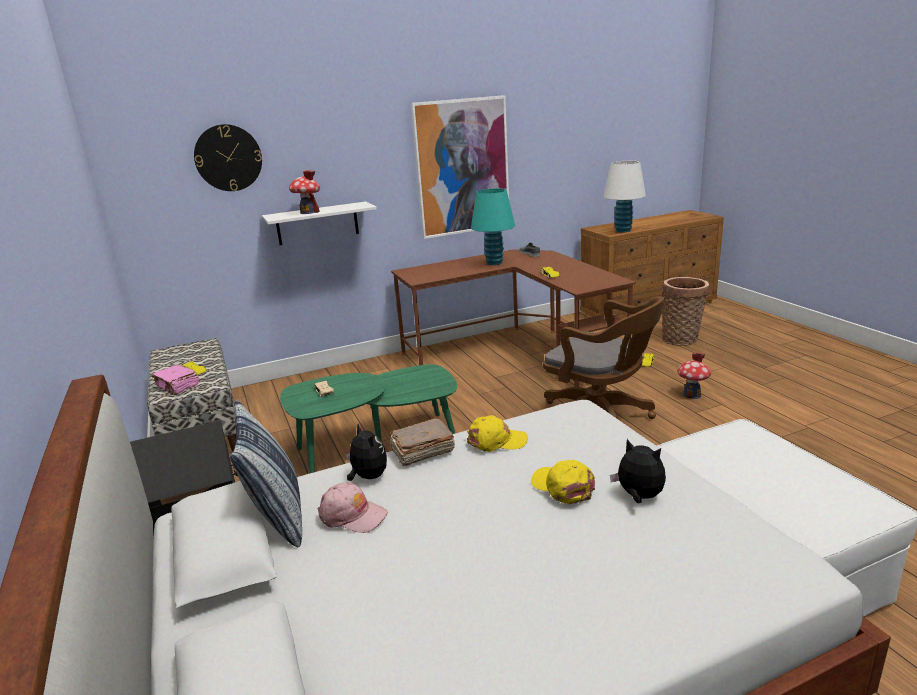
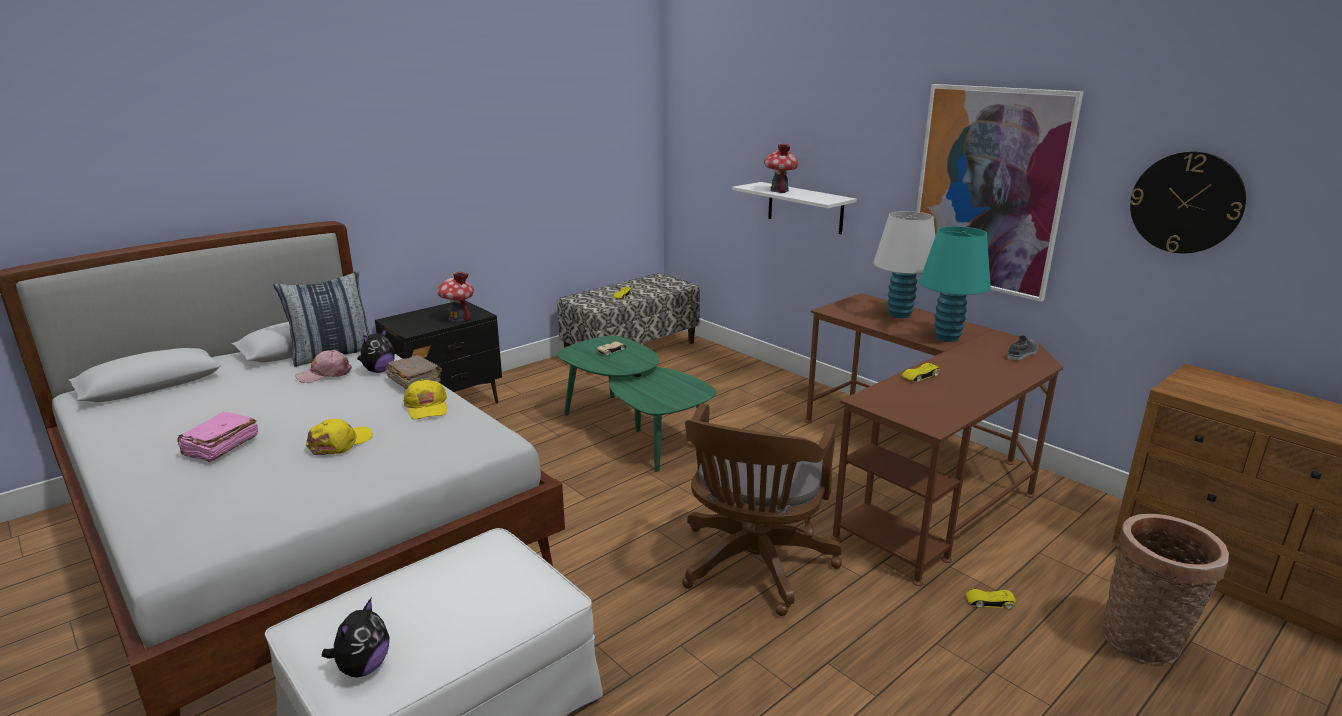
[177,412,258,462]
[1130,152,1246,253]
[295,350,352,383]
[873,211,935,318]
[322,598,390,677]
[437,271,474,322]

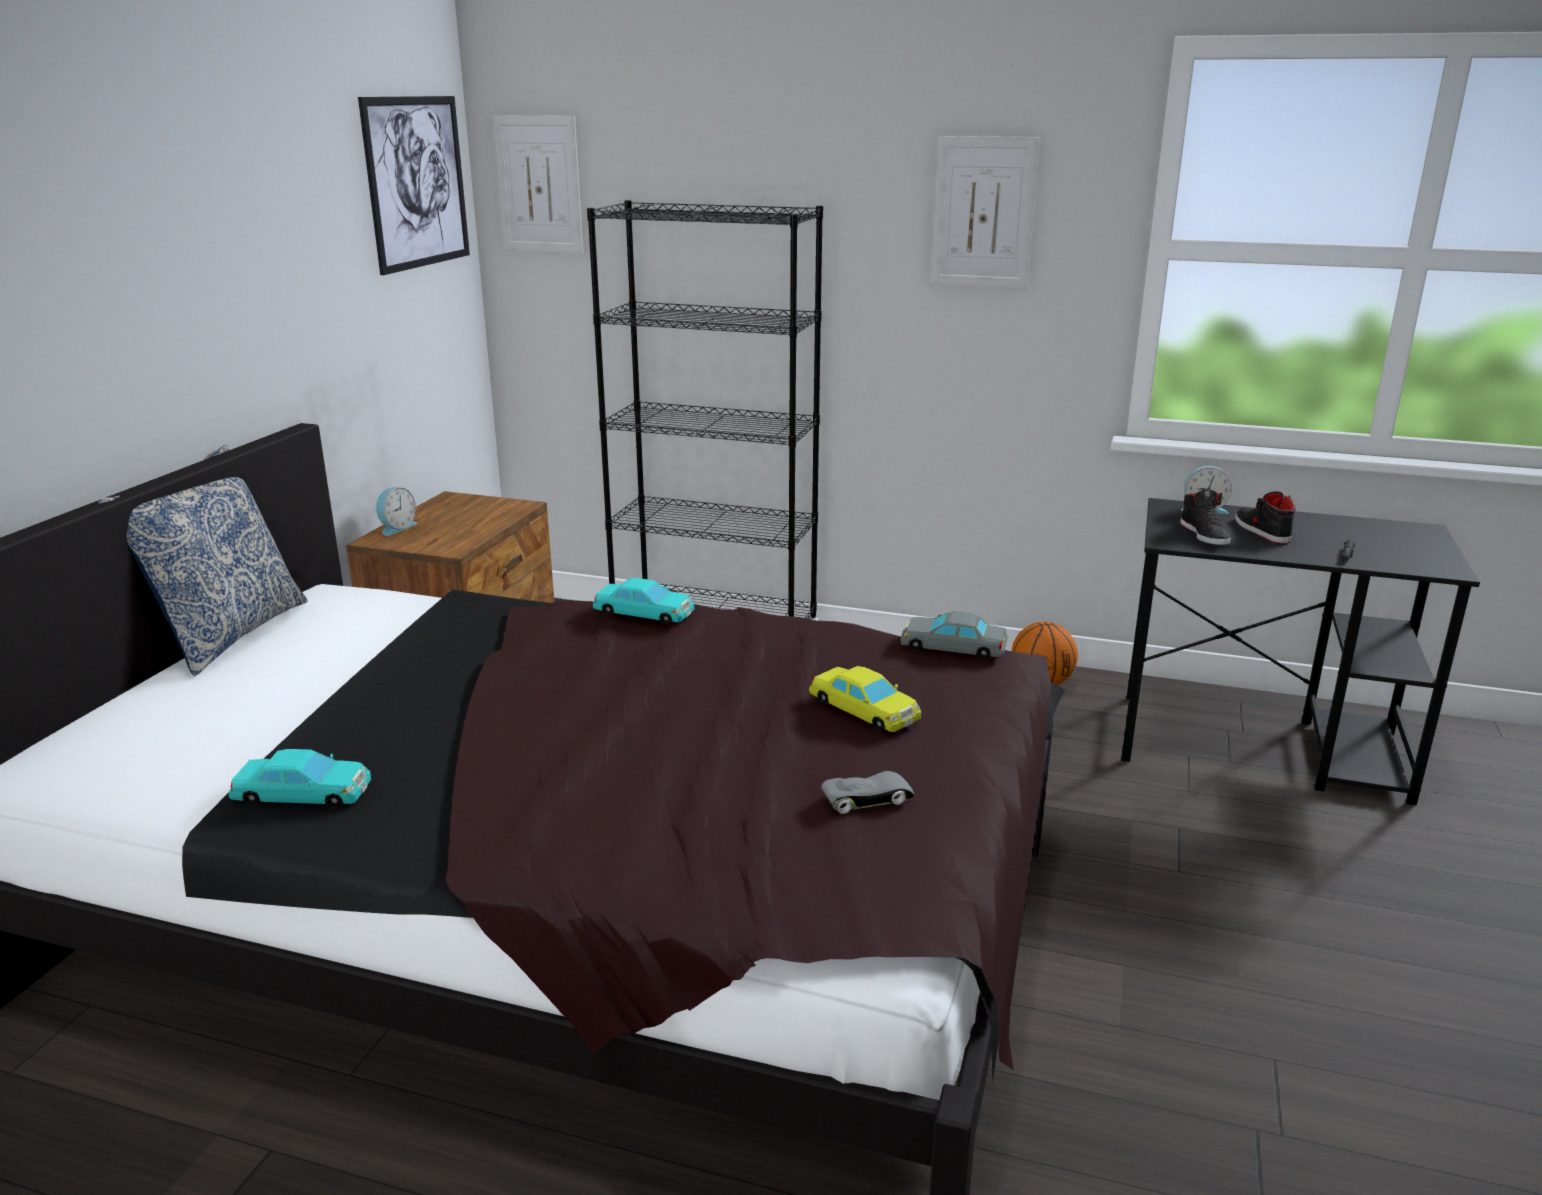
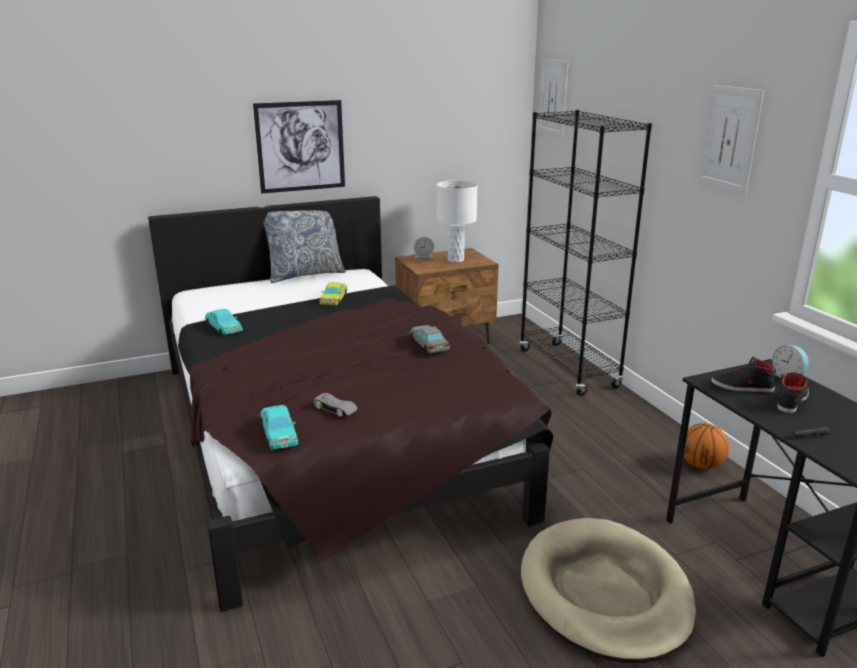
[253,100,345,193]
[260,405,298,449]
[320,283,348,305]
[410,325,450,353]
[711,357,776,393]
[437,180,477,262]
[521,518,696,663]

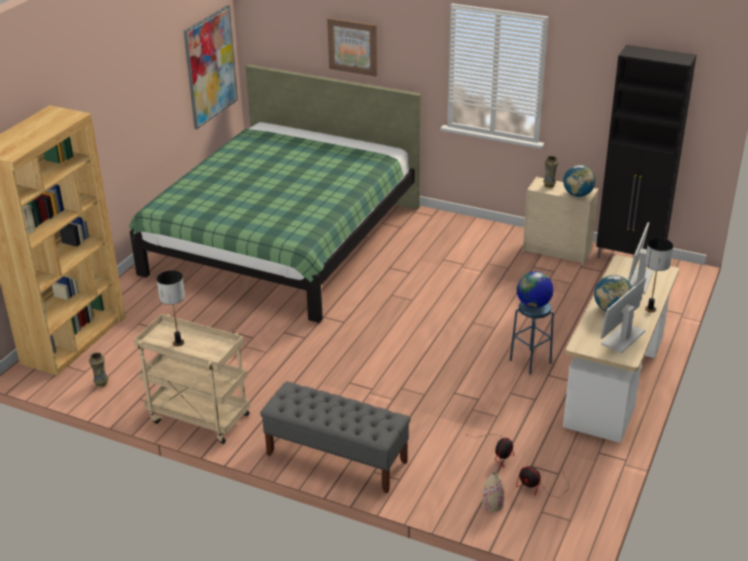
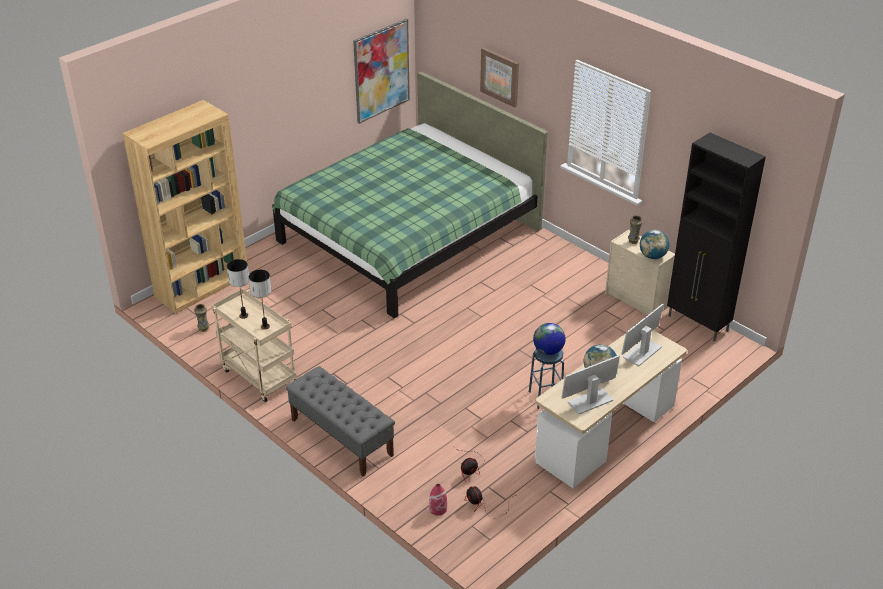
[429,484,447,515]
[249,270,271,330]

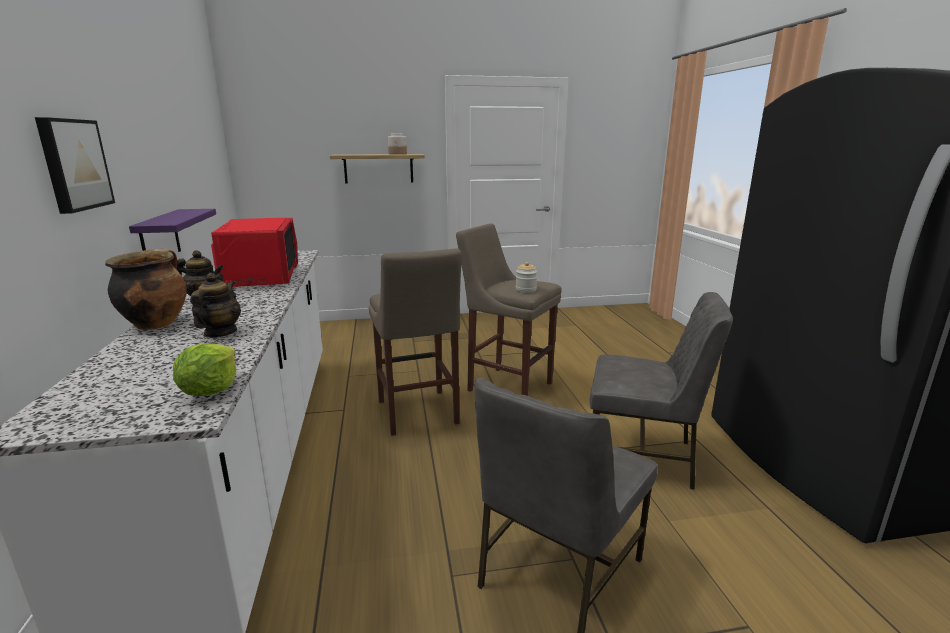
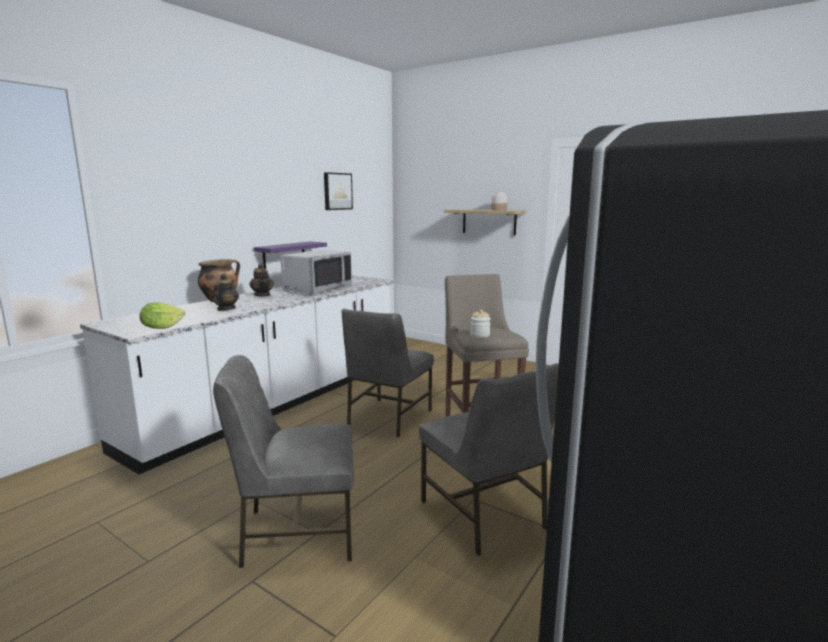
[324,172,353,210]
[212,273,239,311]
[280,250,352,294]
[342,309,434,437]

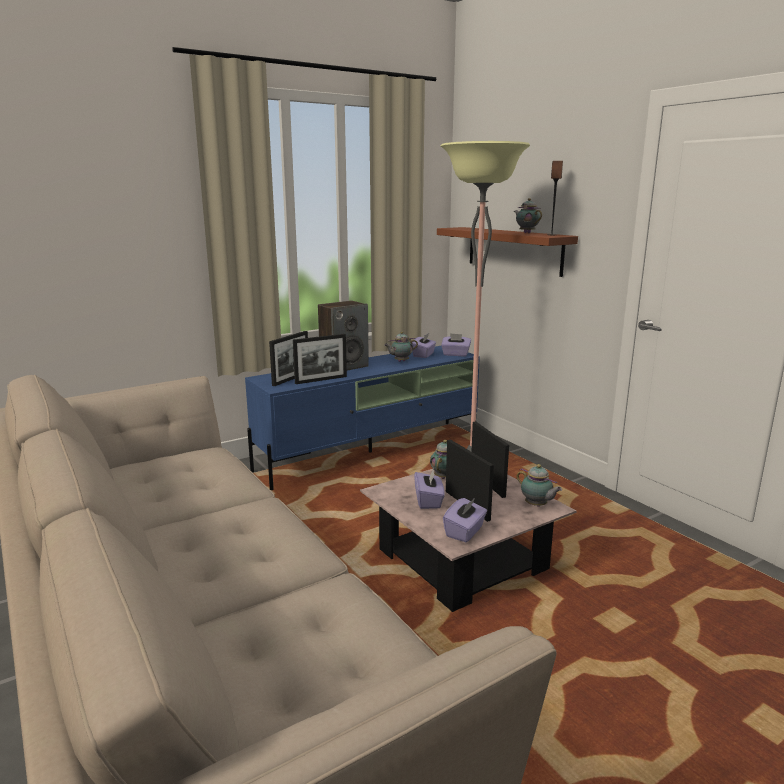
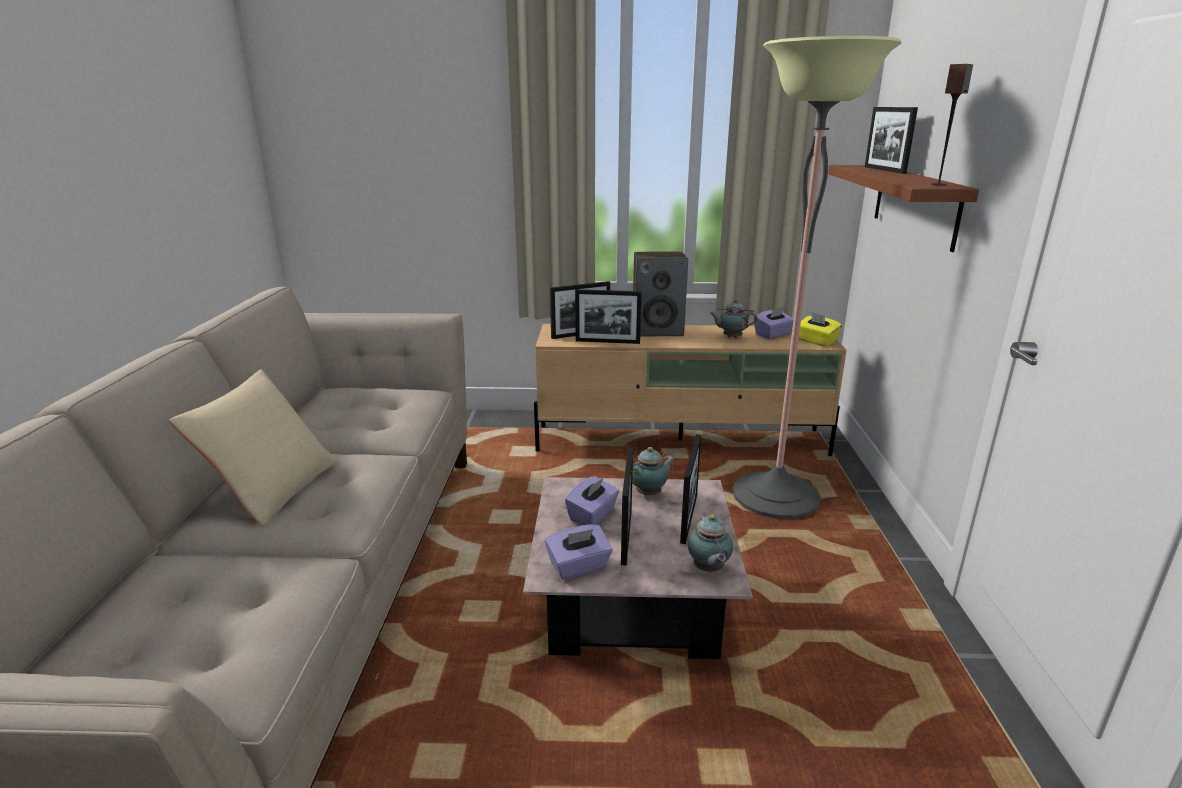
[534,324,847,456]
[799,312,842,347]
[514,198,542,233] (first image)
[169,370,338,527]
[865,107,918,174]

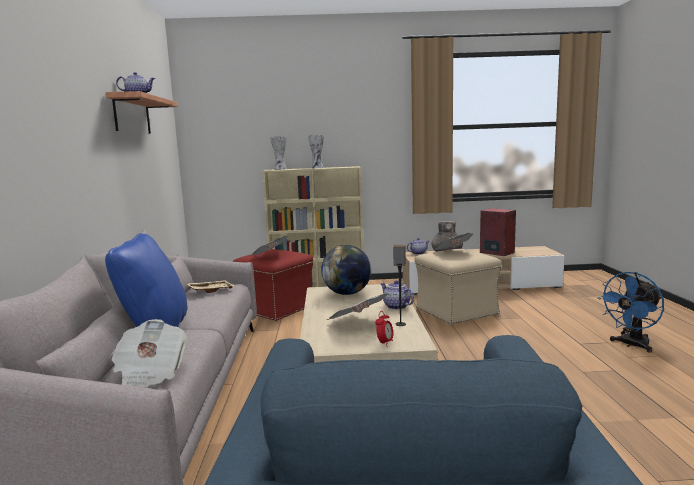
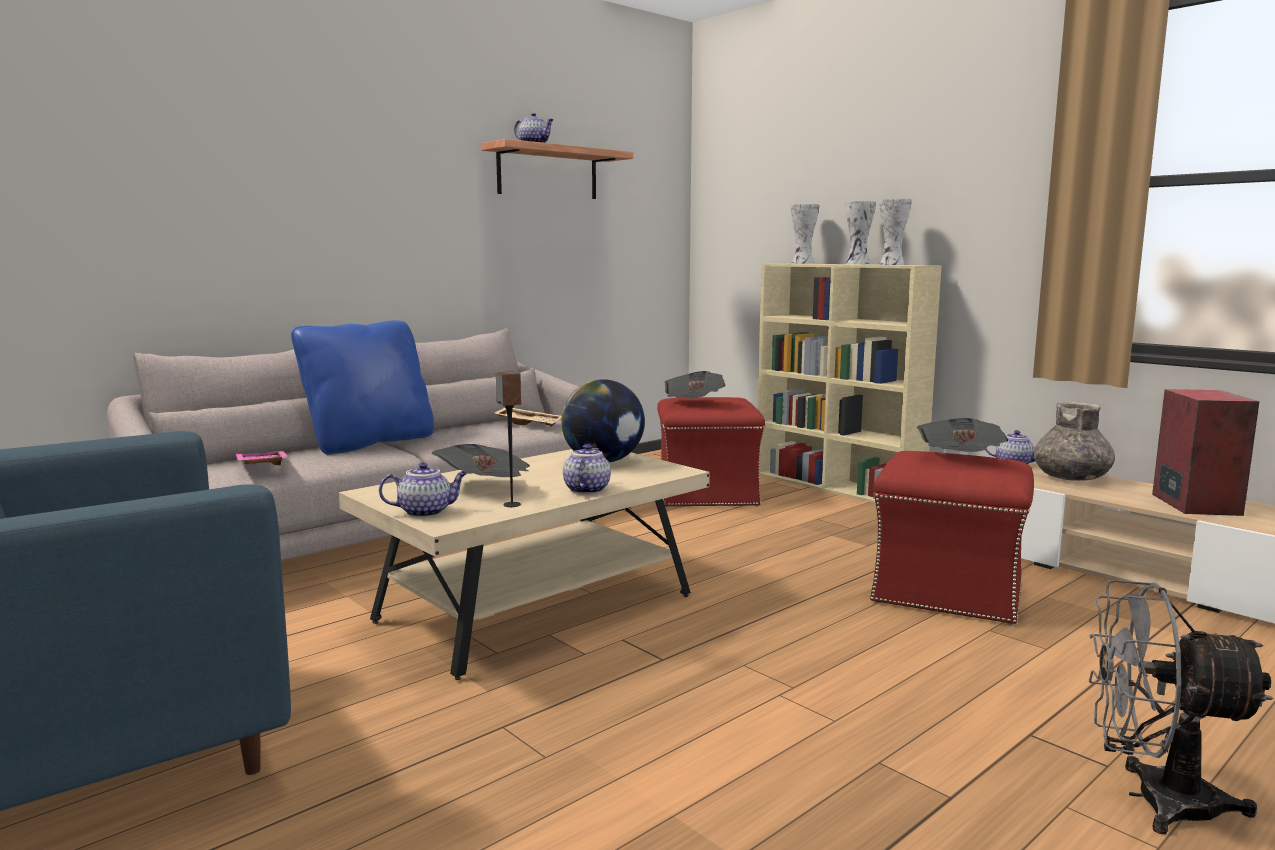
[236,451,288,466]
[379,462,467,517]
[870,451,1034,625]
[1089,580,1274,834]
[879,199,912,265]

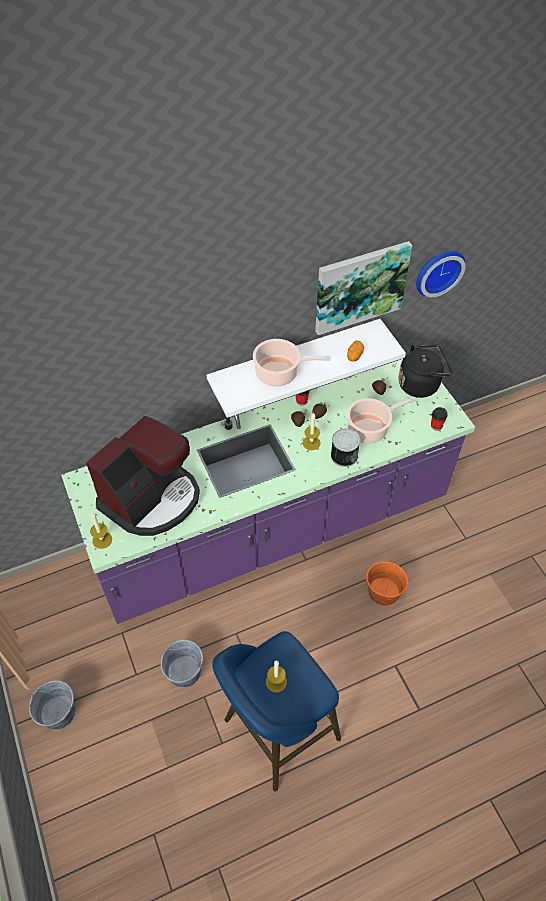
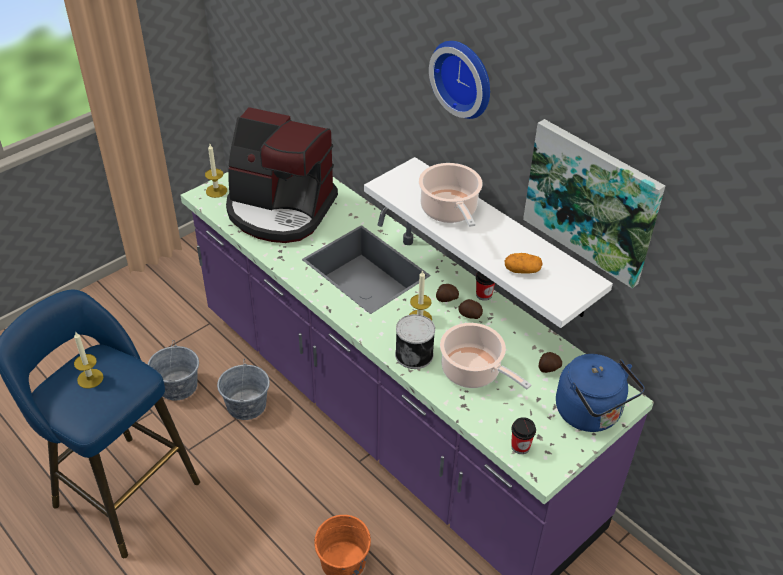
[217,362,270,420]
[556,354,645,432]
[429,41,490,119]

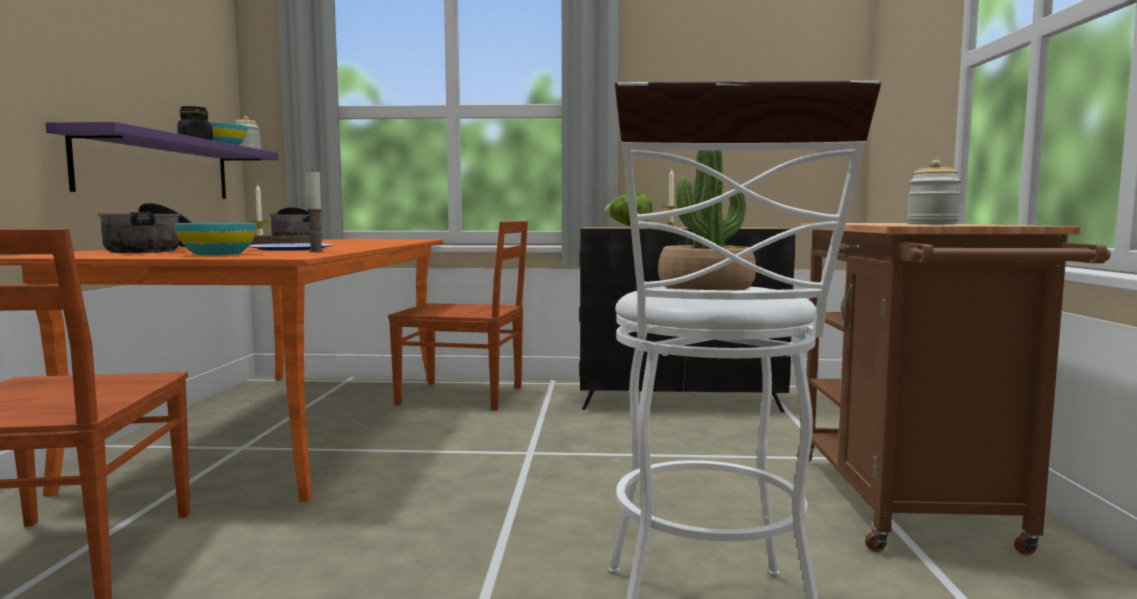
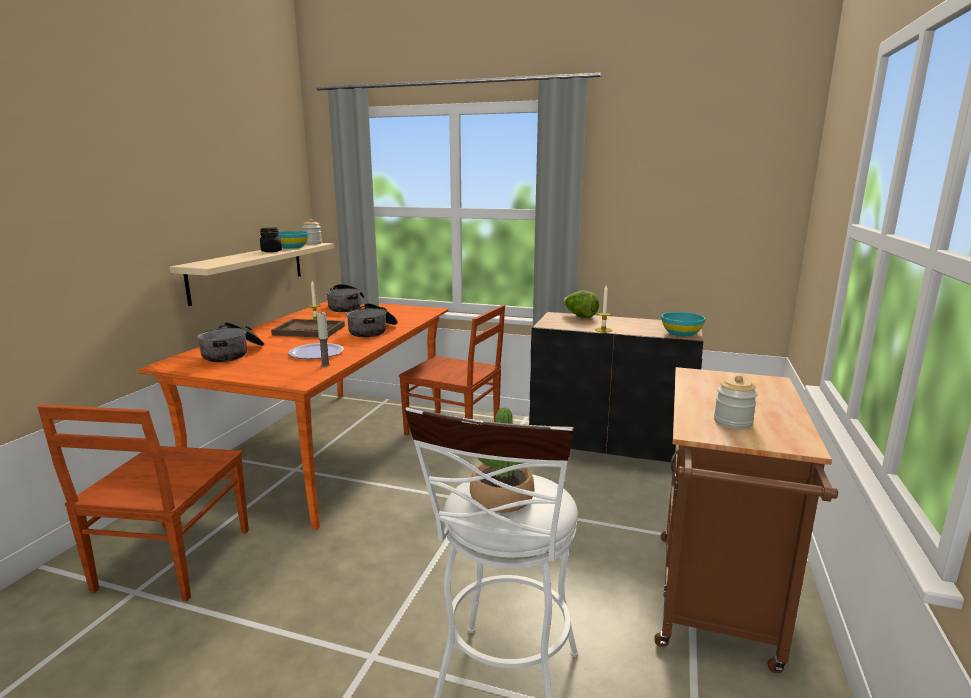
[170,243,334,306]
[661,312,706,336]
[346,303,398,337]

